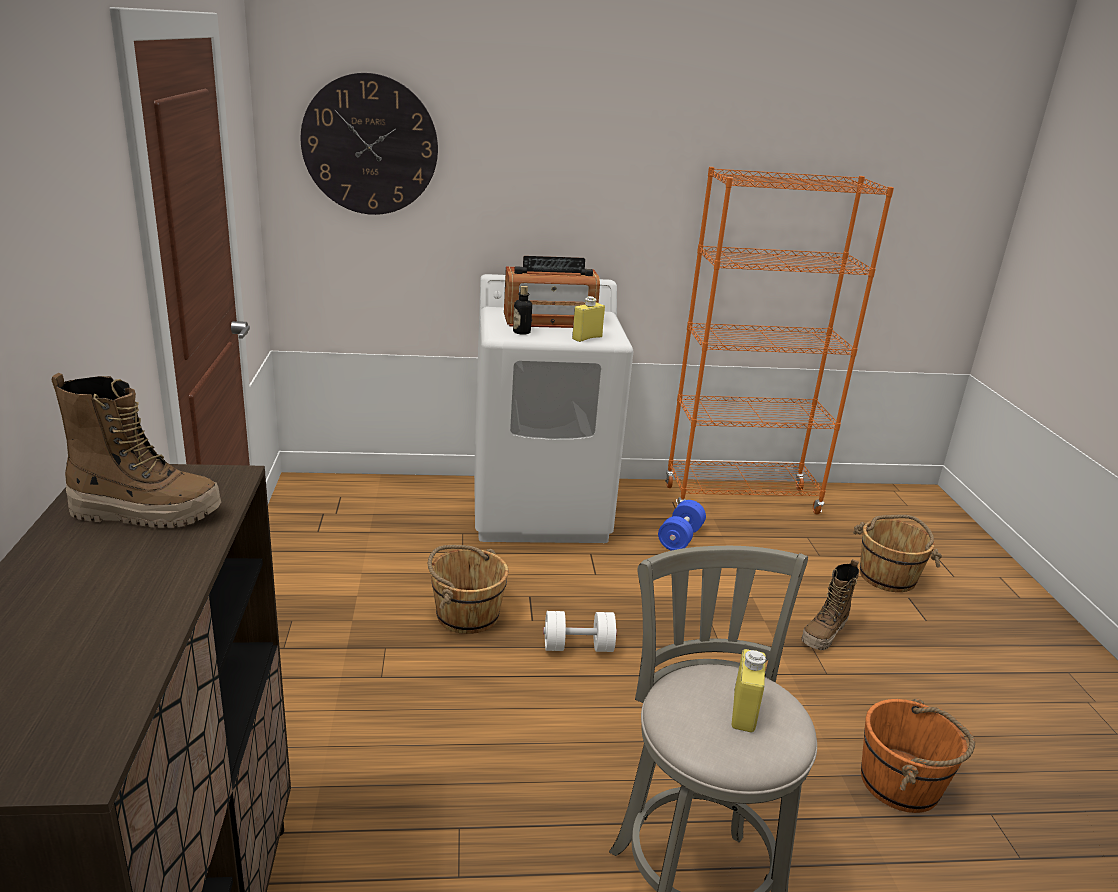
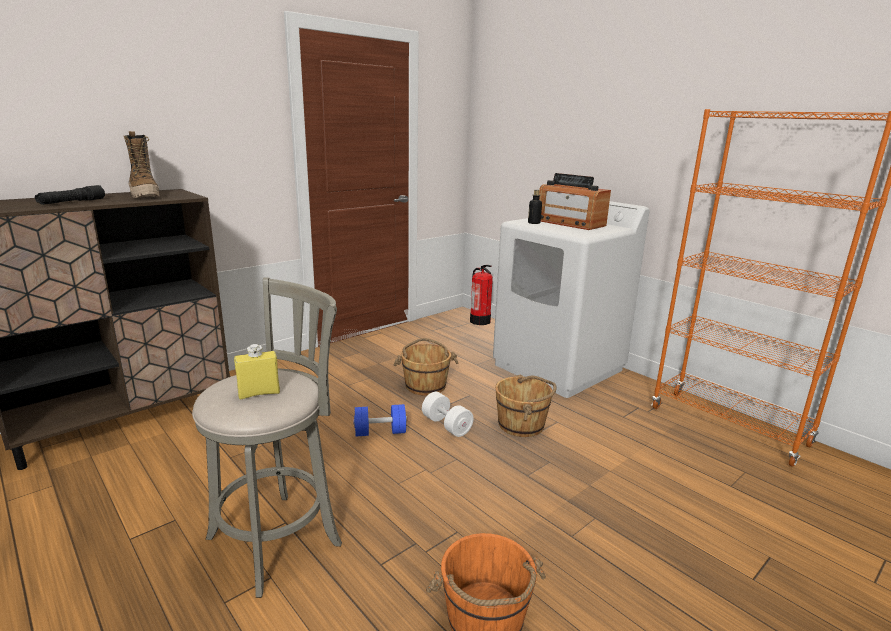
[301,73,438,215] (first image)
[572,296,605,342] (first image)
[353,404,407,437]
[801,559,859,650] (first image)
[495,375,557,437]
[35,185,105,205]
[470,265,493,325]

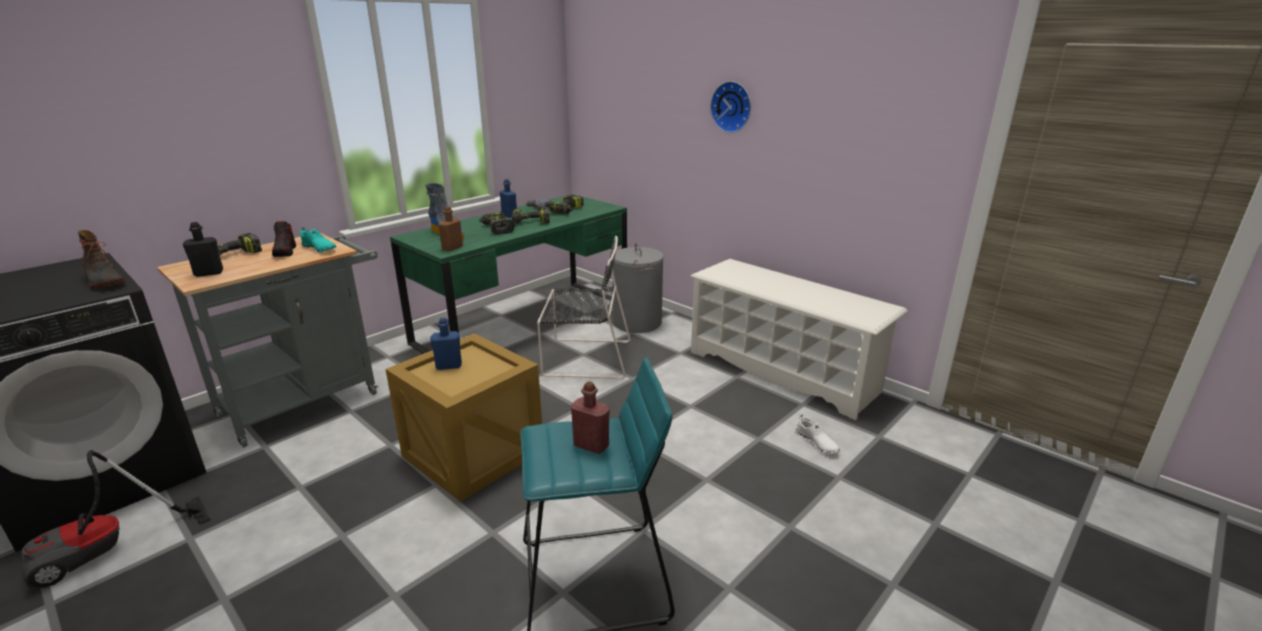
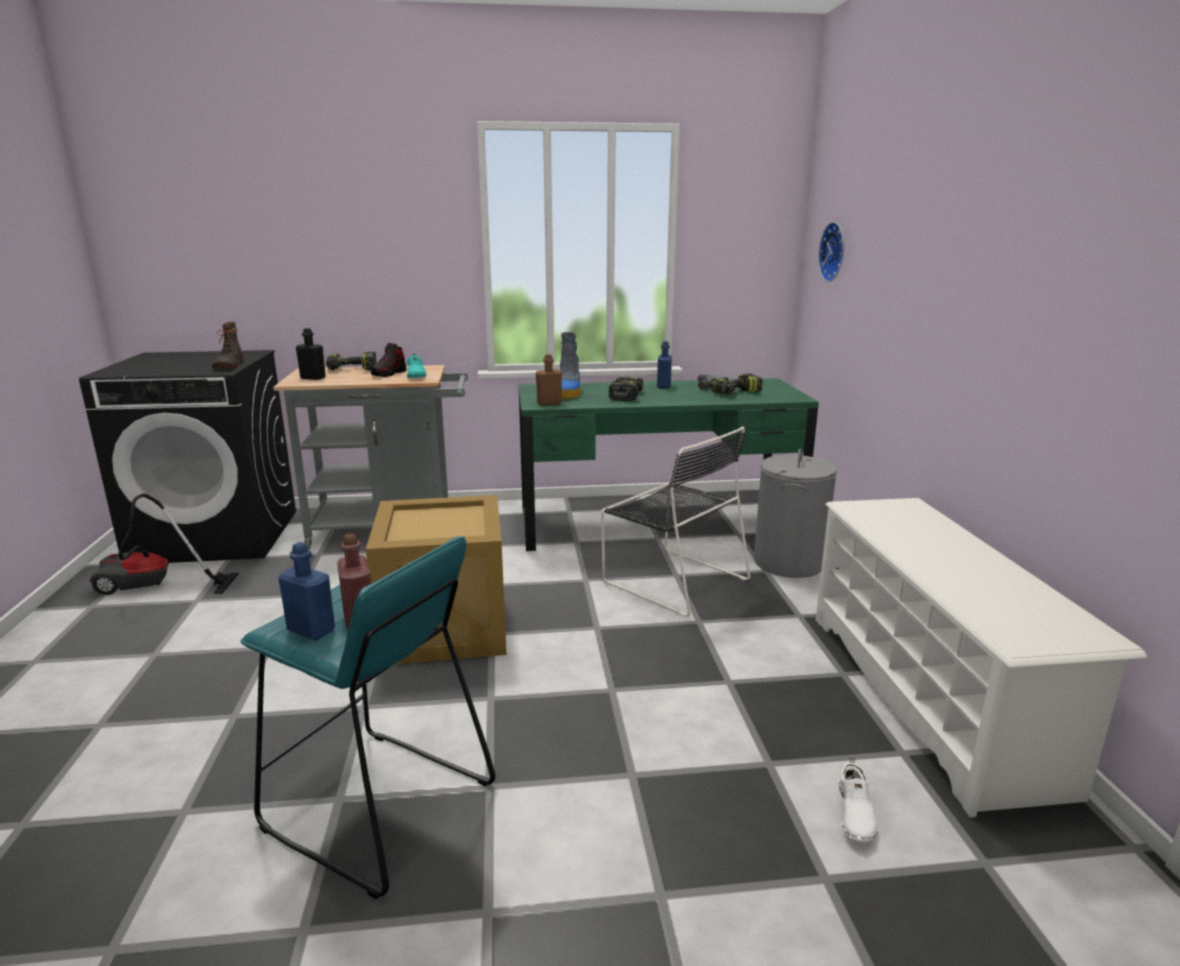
[278,542,335,640]
[511,207,550,224] (first image)
[818,222,844,282]

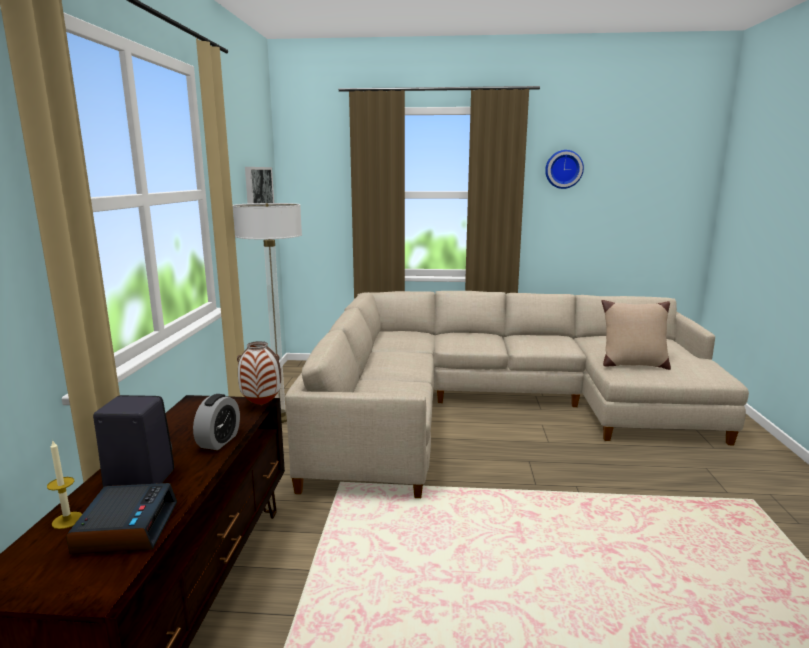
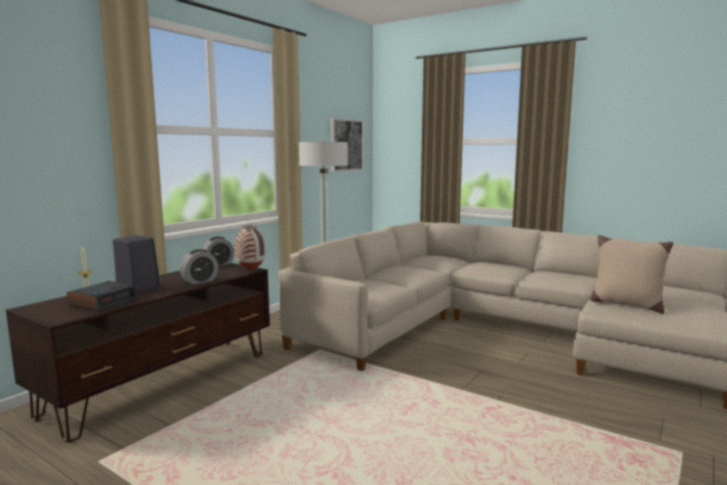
[545,150,584,189] (first image)
[202,237,234,266]

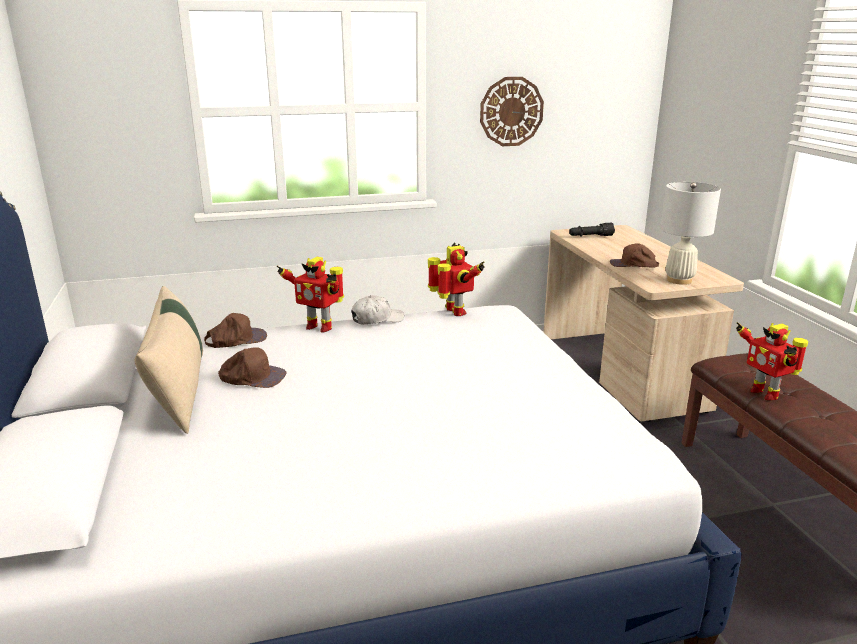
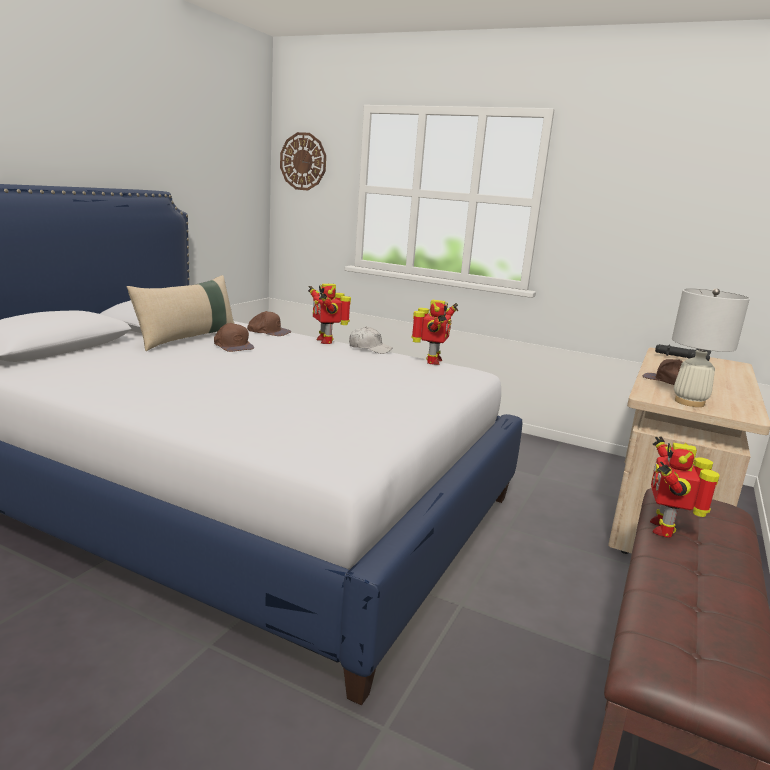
[280,132,326,190]

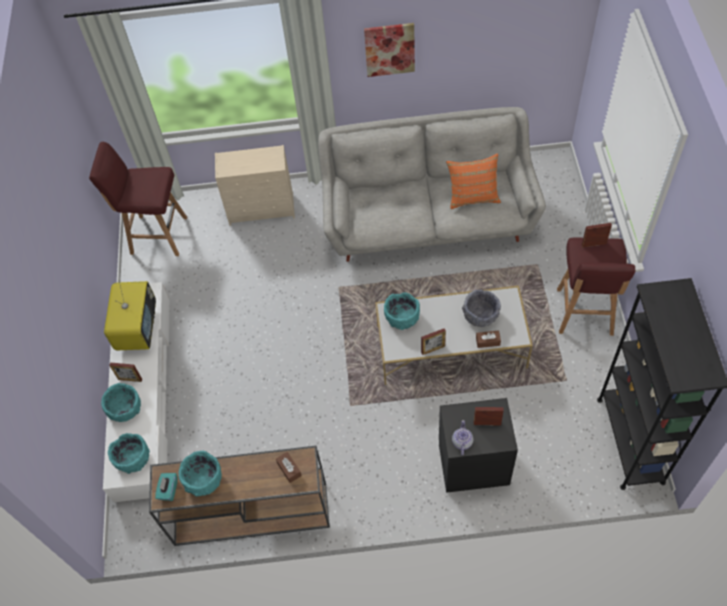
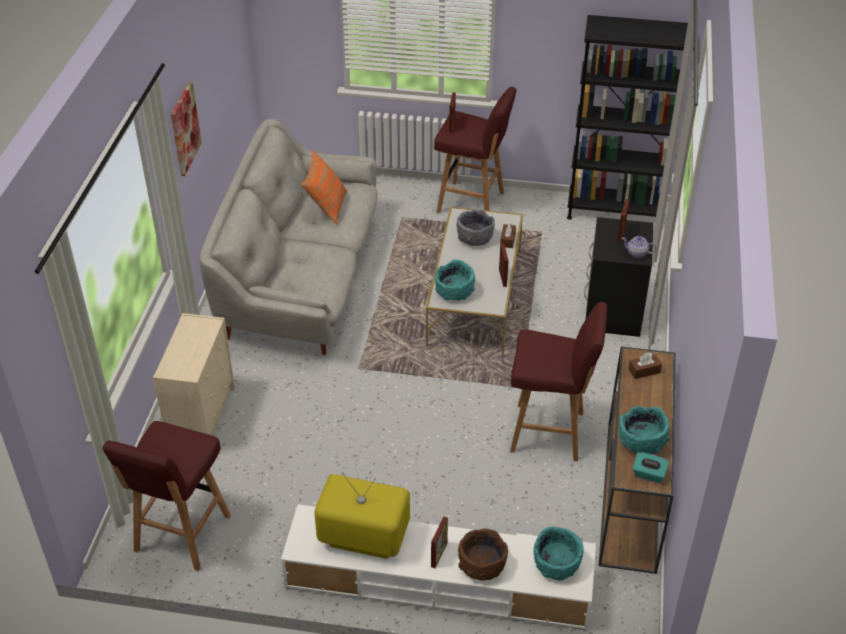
[458,529,508,581]
[510,302,607,461]

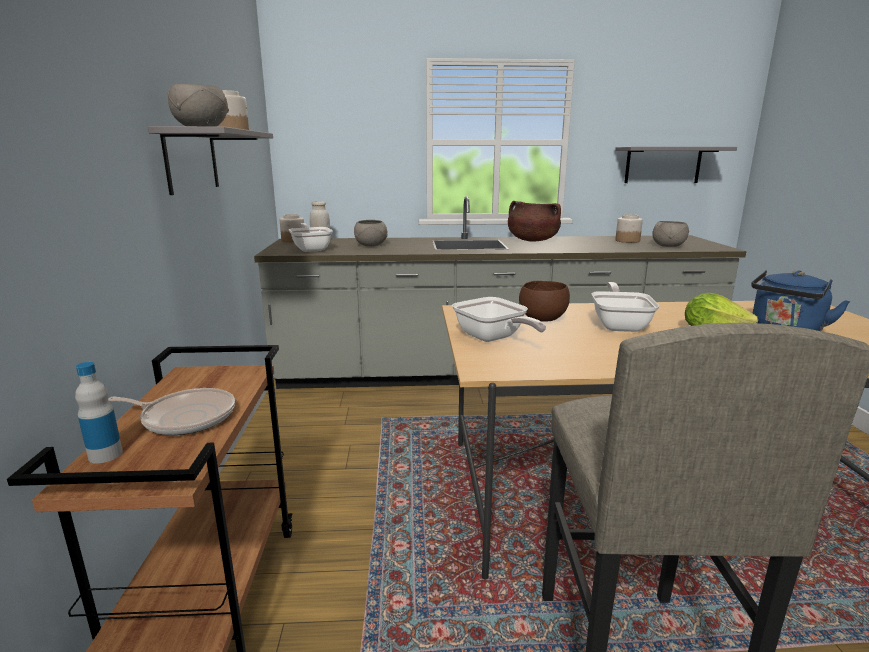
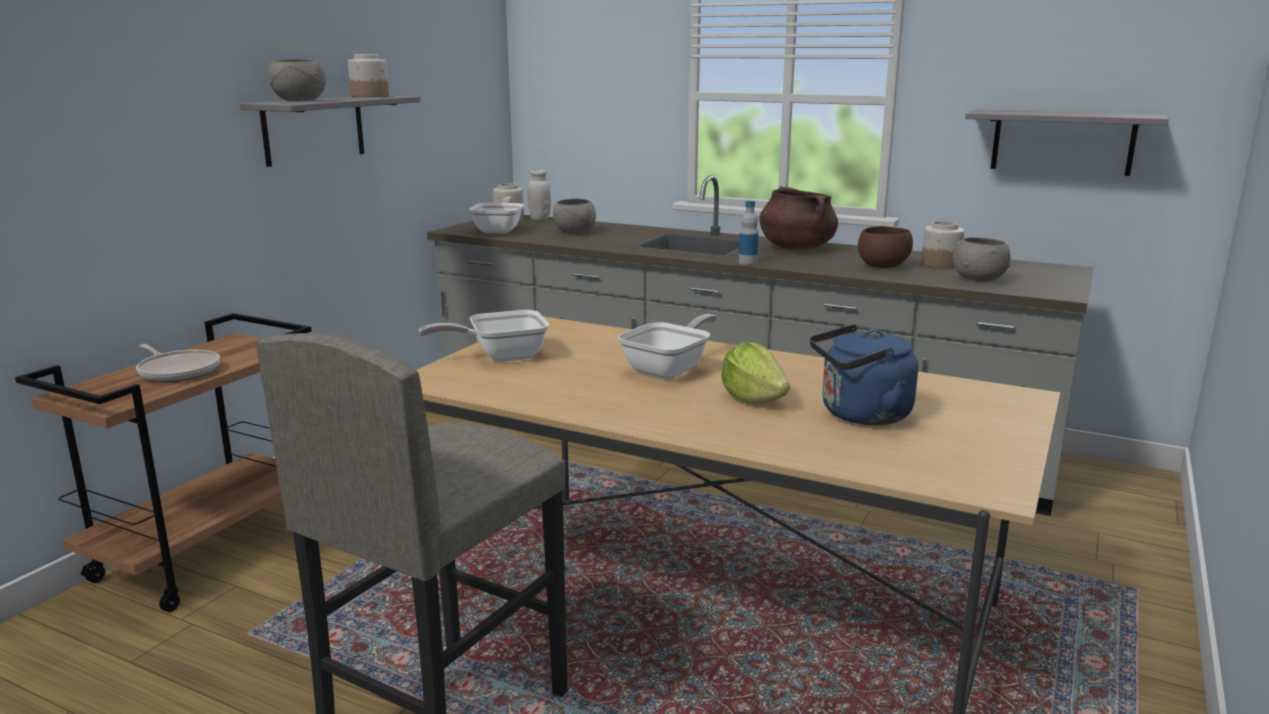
[739,201,759,265]
[419,310,549,362]
[858,226,913,268]

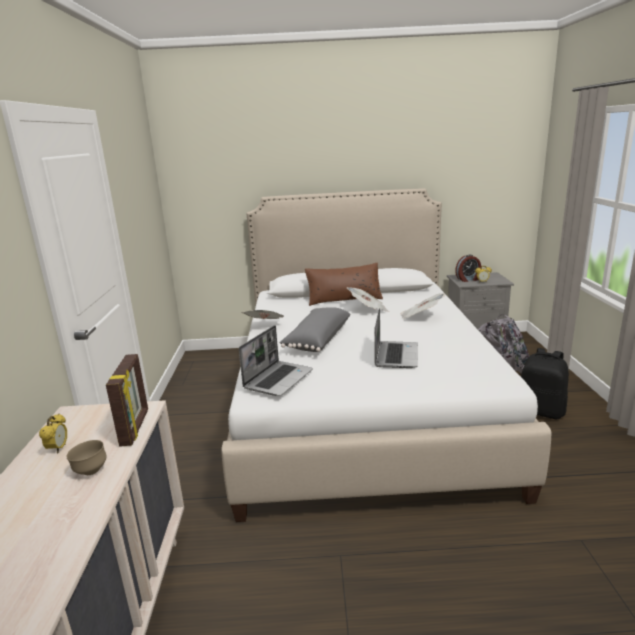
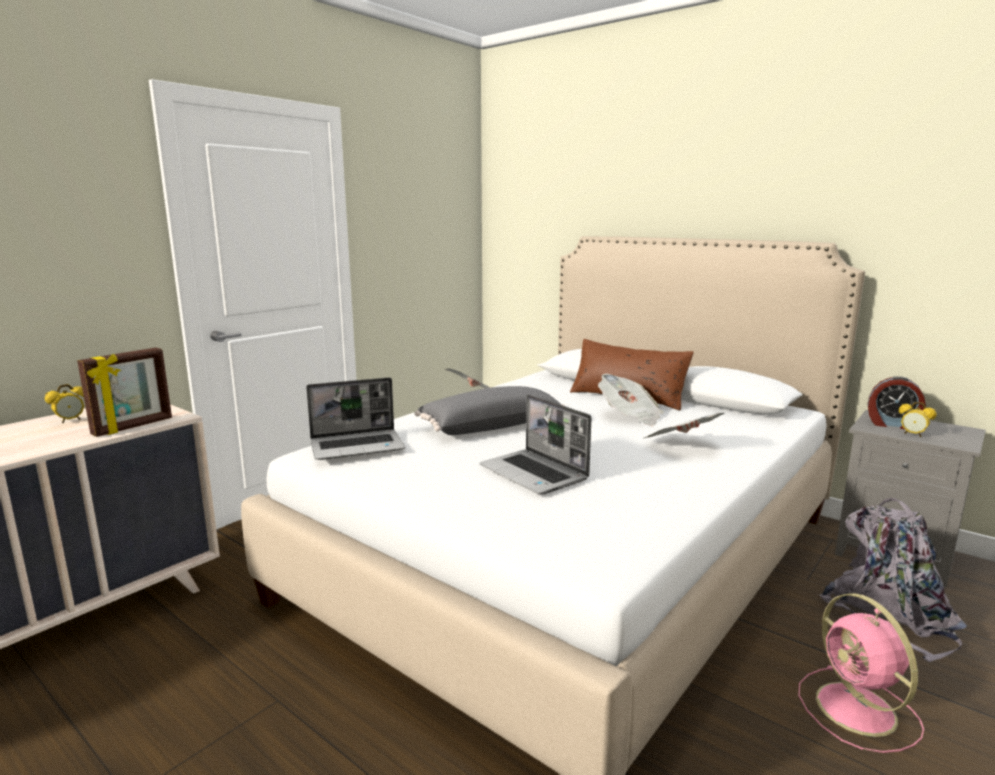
[66,440,106,475] (first image)
[479,394,591,494]
[799,593,924,753]

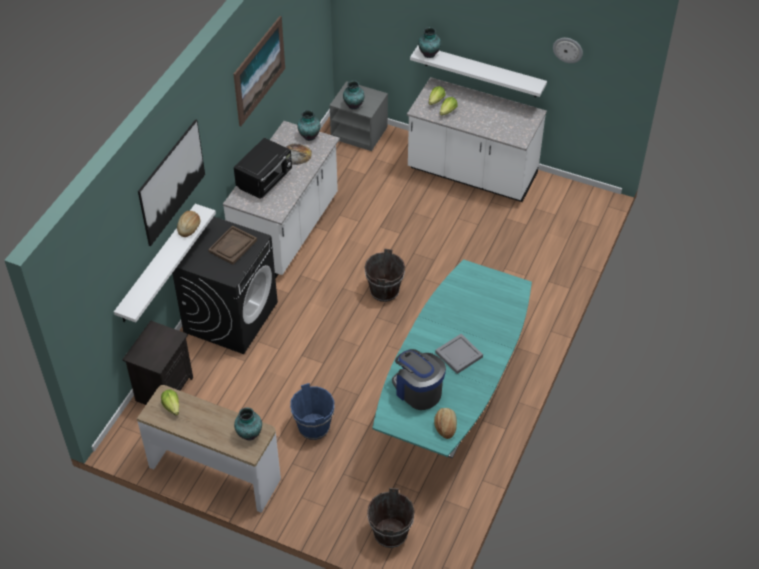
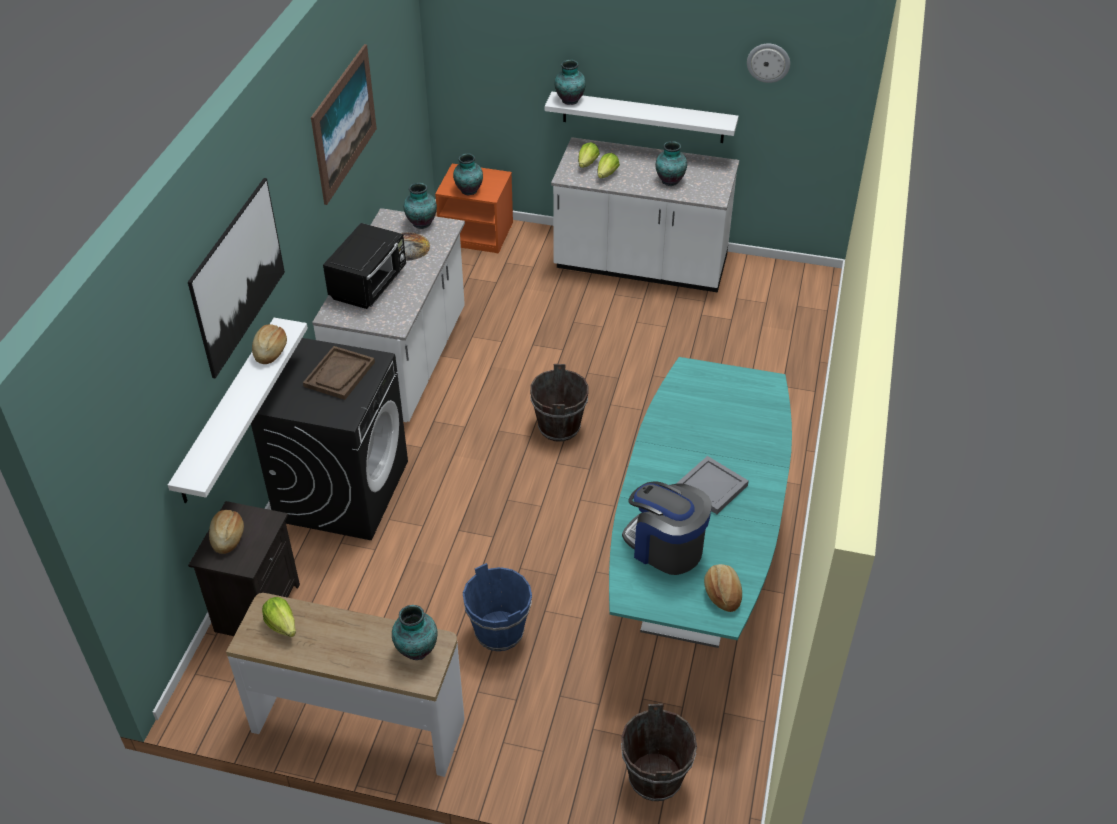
[435,164,513,254]
[209,510,244,554]
[655,141,687,186]

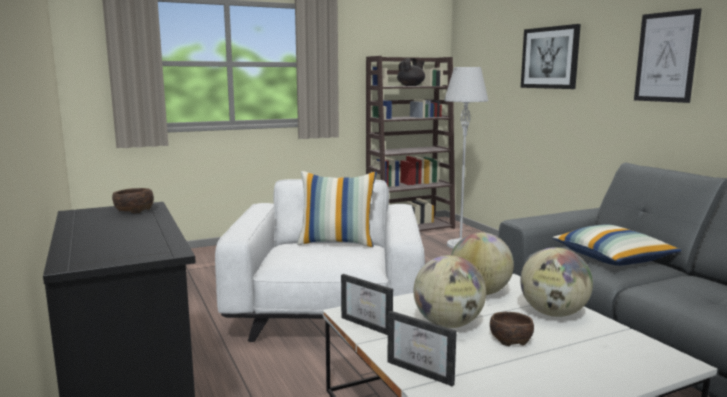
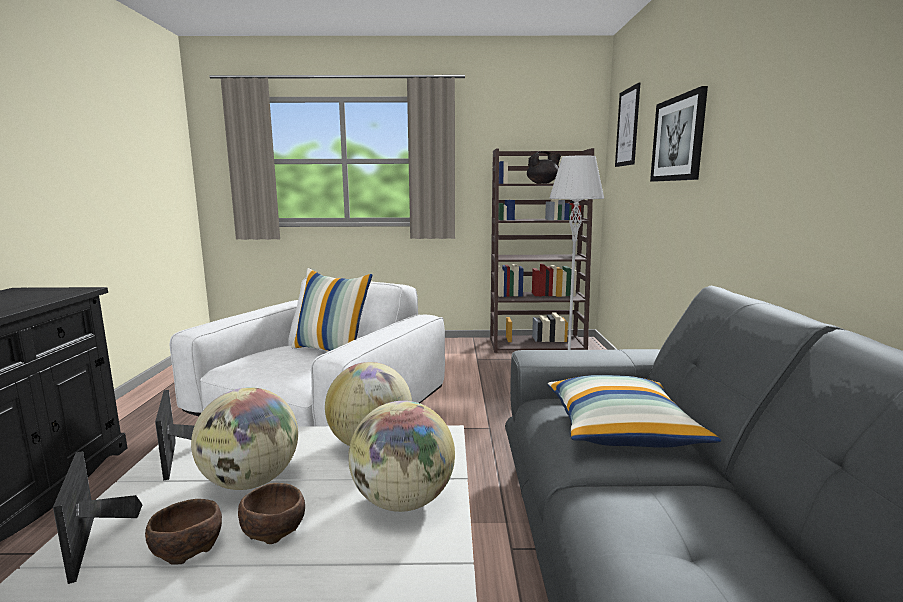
[145,499,222,565]
[615,83,640,167]

